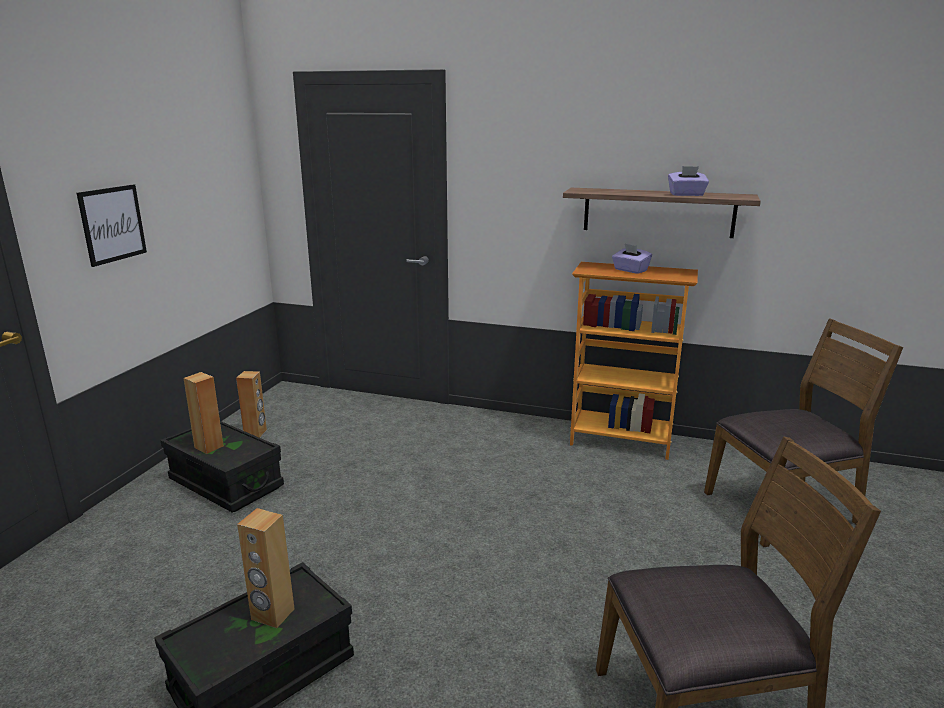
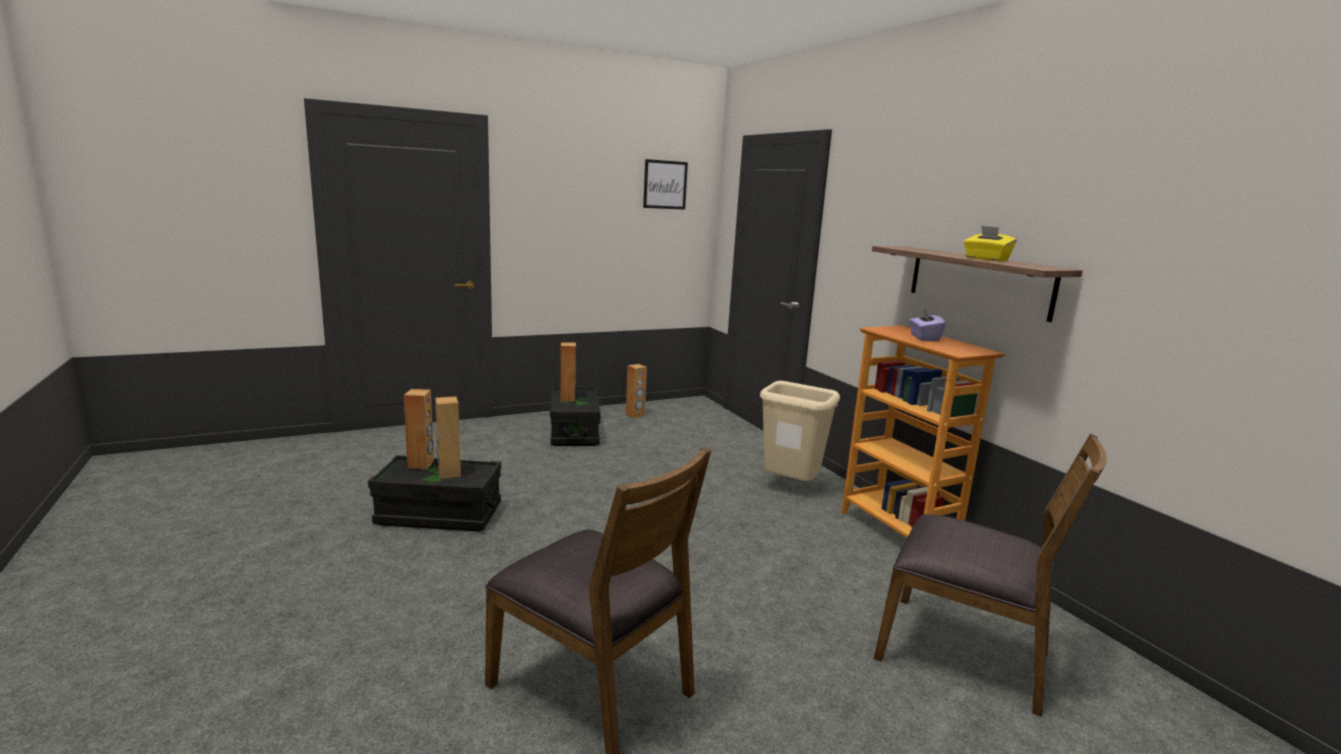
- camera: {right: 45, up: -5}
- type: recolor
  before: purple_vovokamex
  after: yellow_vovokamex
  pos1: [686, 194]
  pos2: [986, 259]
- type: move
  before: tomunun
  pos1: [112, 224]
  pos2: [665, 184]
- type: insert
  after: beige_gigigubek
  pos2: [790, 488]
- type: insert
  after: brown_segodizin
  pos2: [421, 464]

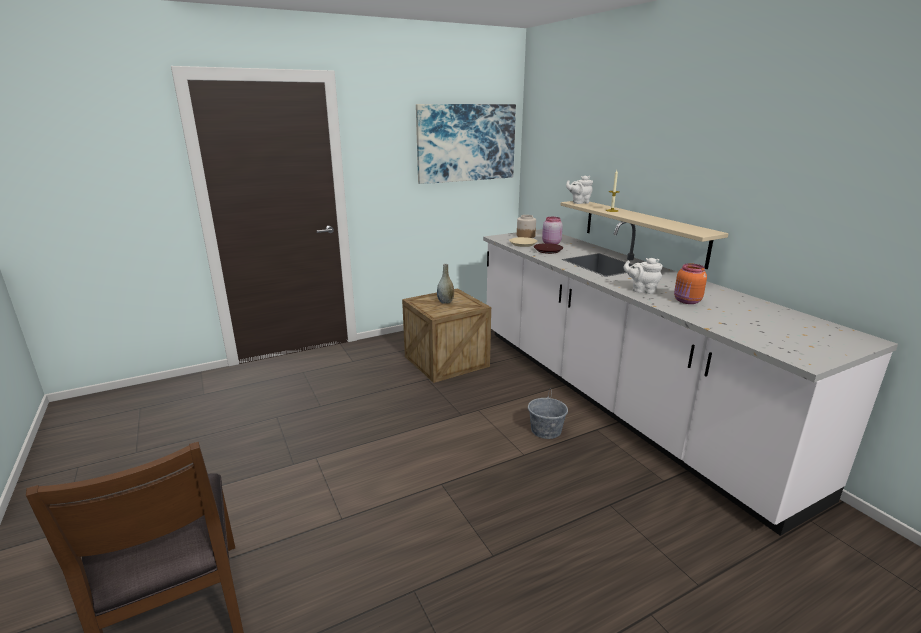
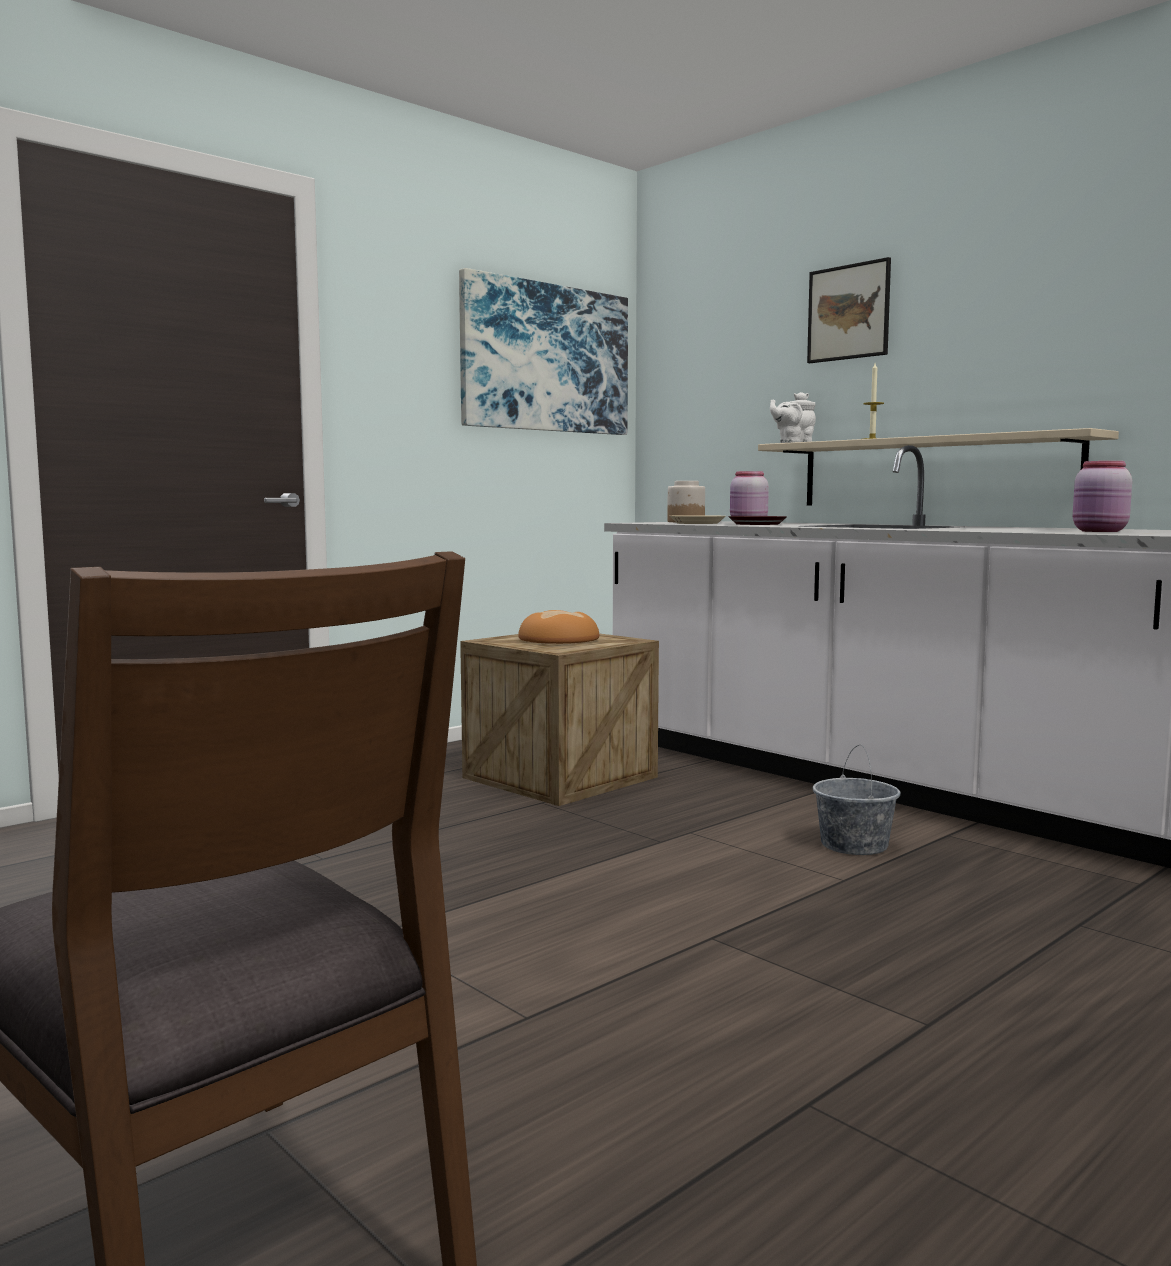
- camera: {right: -15, up: -15}
- type: delete
  before: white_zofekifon
  pos1: [642, 290]
- type: recolor
  before: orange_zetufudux
  after: pink_zetufudux
  pos1: [687, 301]
  pos2: [1100, 531]
- type: replace
  before: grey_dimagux
  after: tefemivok
  pos1: [445, 302]
  pos2: [558, 639]
- type: insert
  after: tomunun
  pos2: [848, 312]

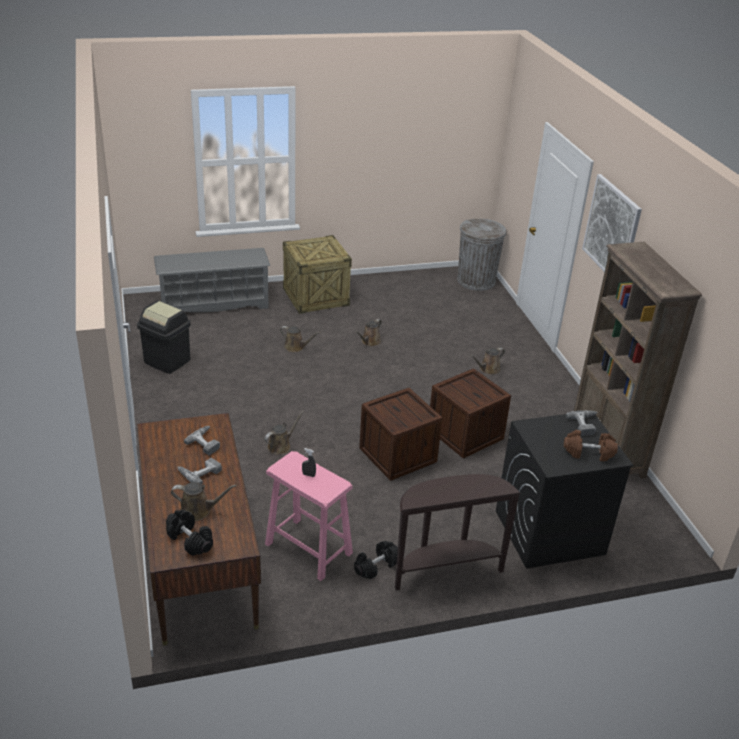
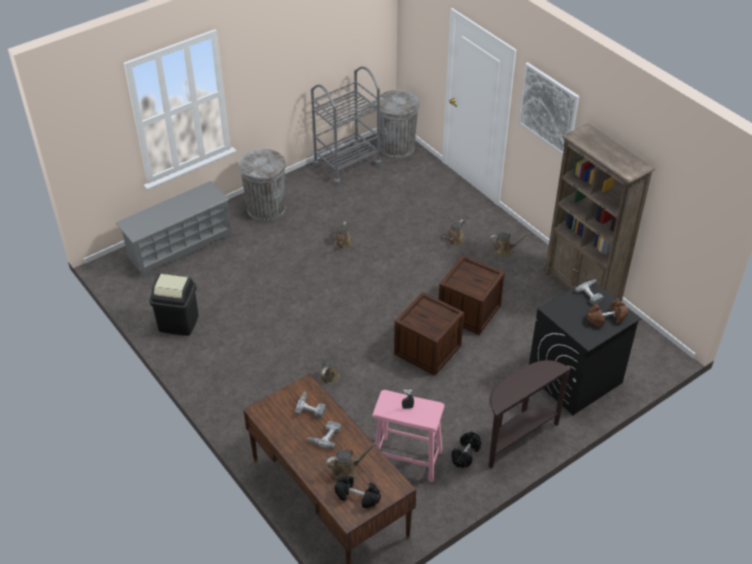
- camera: {right: -20, up: 10}
- type: replace
  before: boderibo
  after: grey_gigigubek
  pos1: [316, 296]
  pos2: [266, 209]
- type: move
  before: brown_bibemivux
  pos1: [296, 347]
  pos2: [504, 249]
- type: insert
  after: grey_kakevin
  pos2: [347, 164]

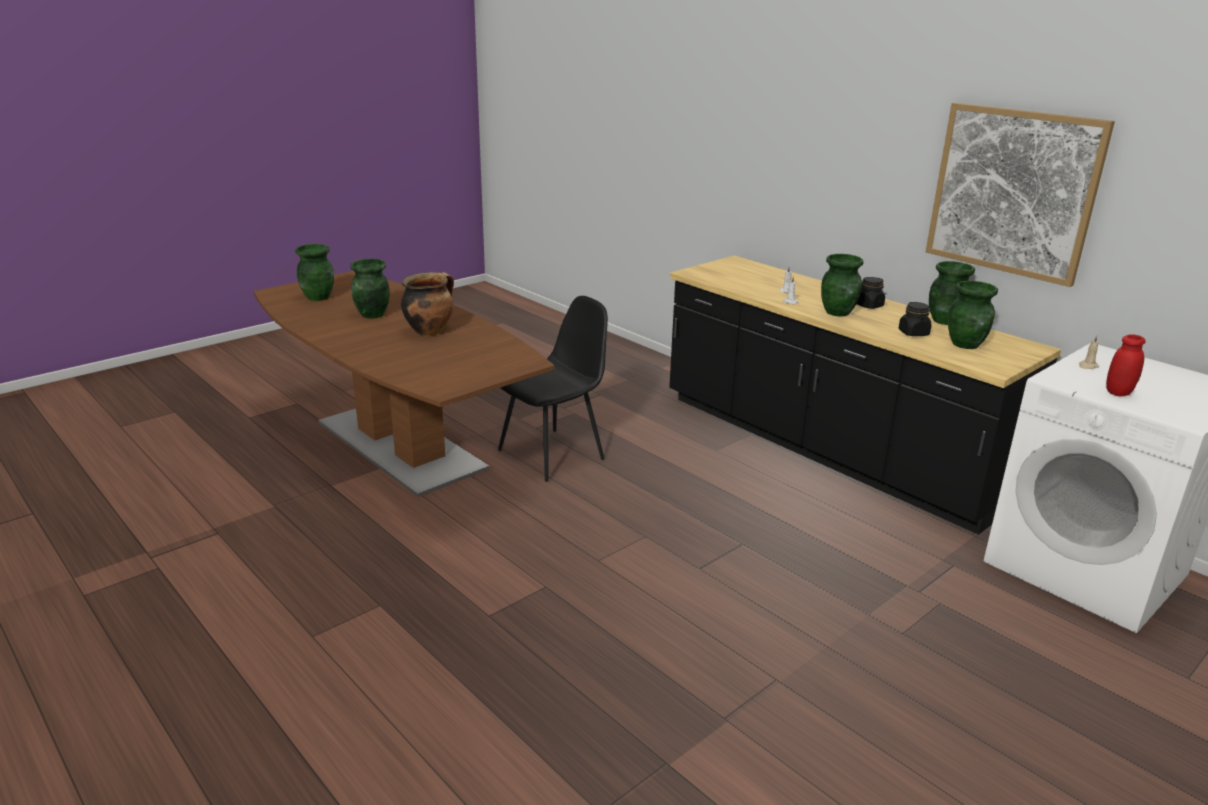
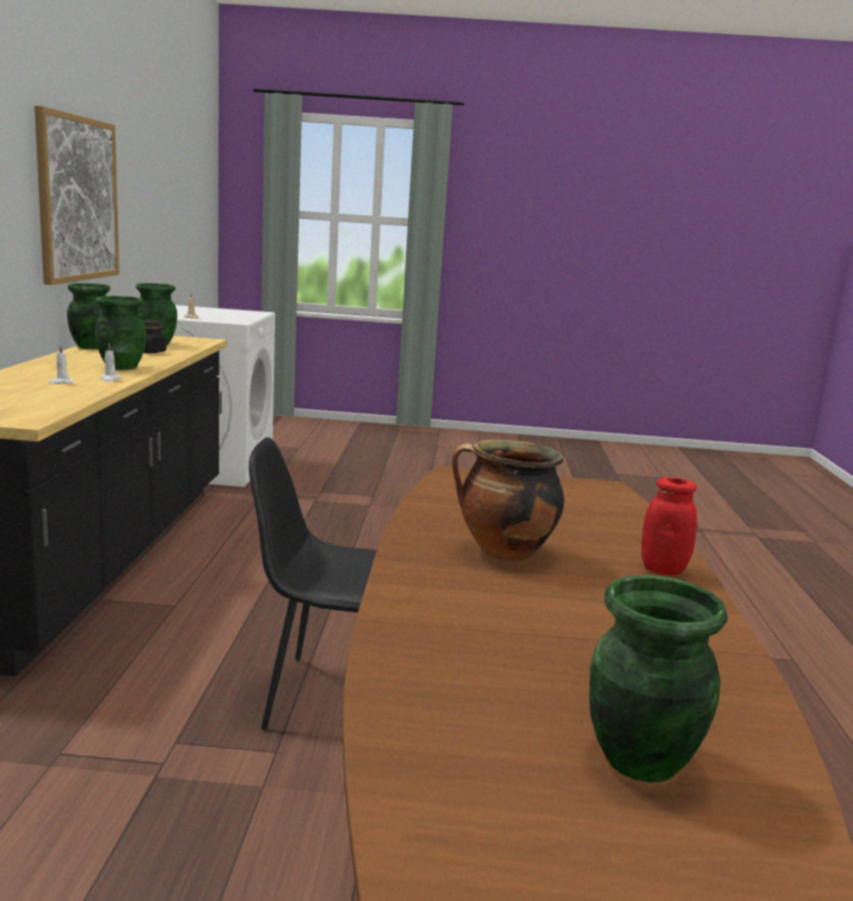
- camera: {right: -135, up: -10}
- type: delete
  before: green_dimagux
  pos1: [372, 315]
- type: delete
  before: black_zetufudux
  pos1: [868, 305]
- type: move
  before: red_zetufudux
  pos1: [1118, 392]
  pos2: [663, 569]

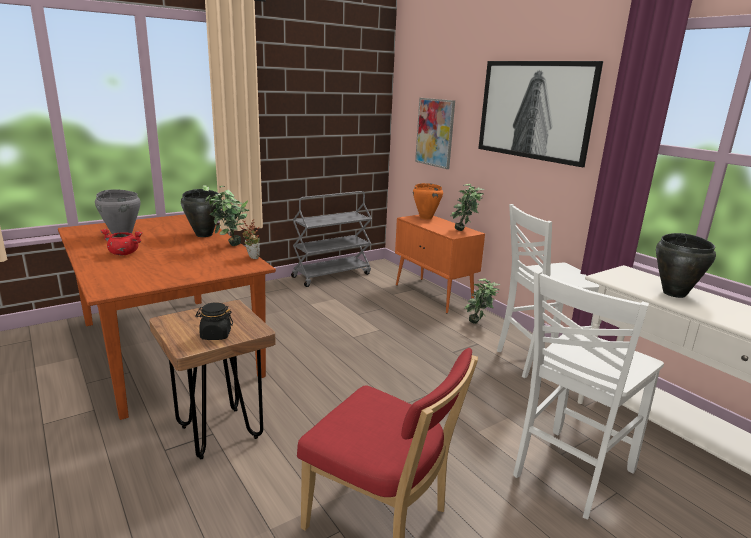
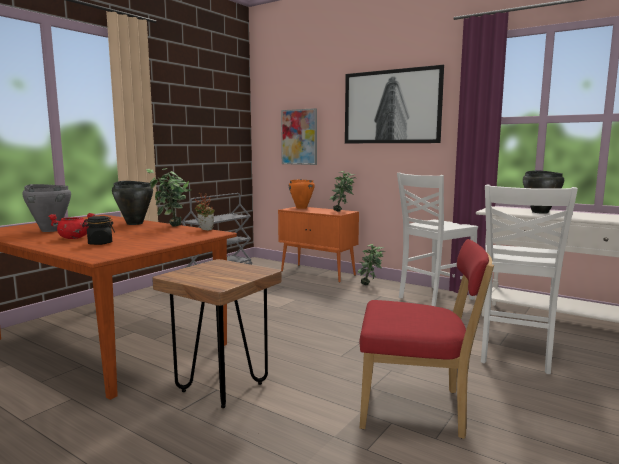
- camera: {right: -20, up: -10}
- type: move
  before: black_zetufudux
  pos1: [215, 335]
  pos2: [99, 243]

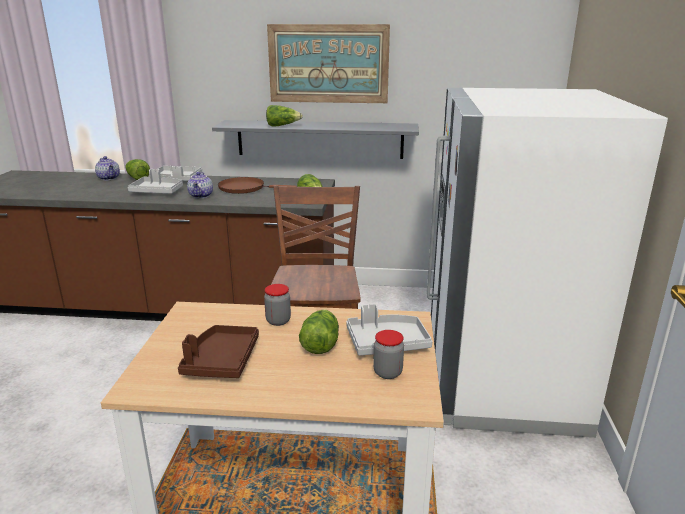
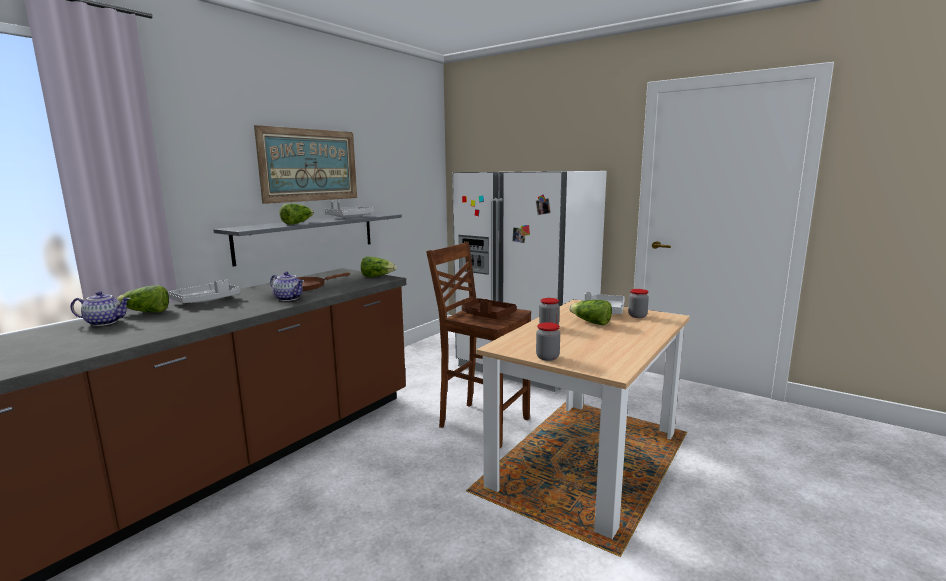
- camera: {right: -60, up: -10}
- type: move
  before: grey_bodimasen
  pos1: [157, 192]
  pos2: [349, 217]
- type: move
  before: brown_bodimasen
  pos1: [221, 361]
  pos2: [487, 316]
- type: insert
  after: zetufudux
  pos2: [547, 357]

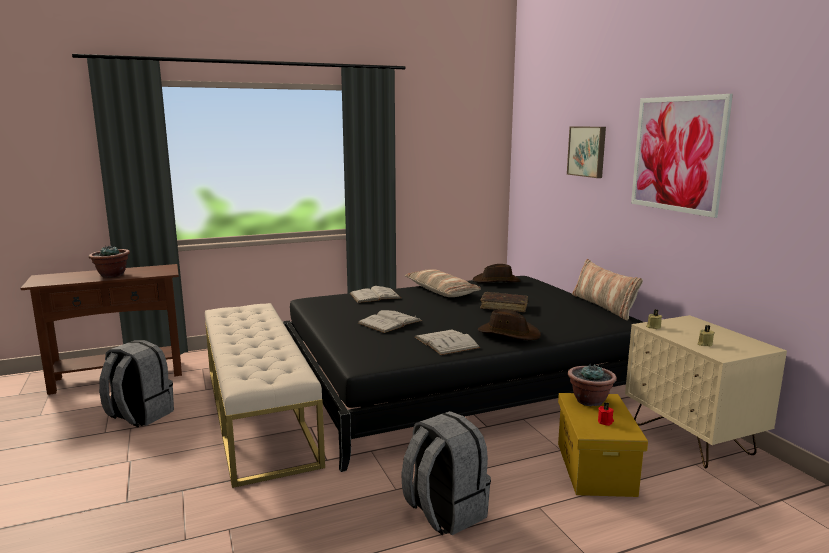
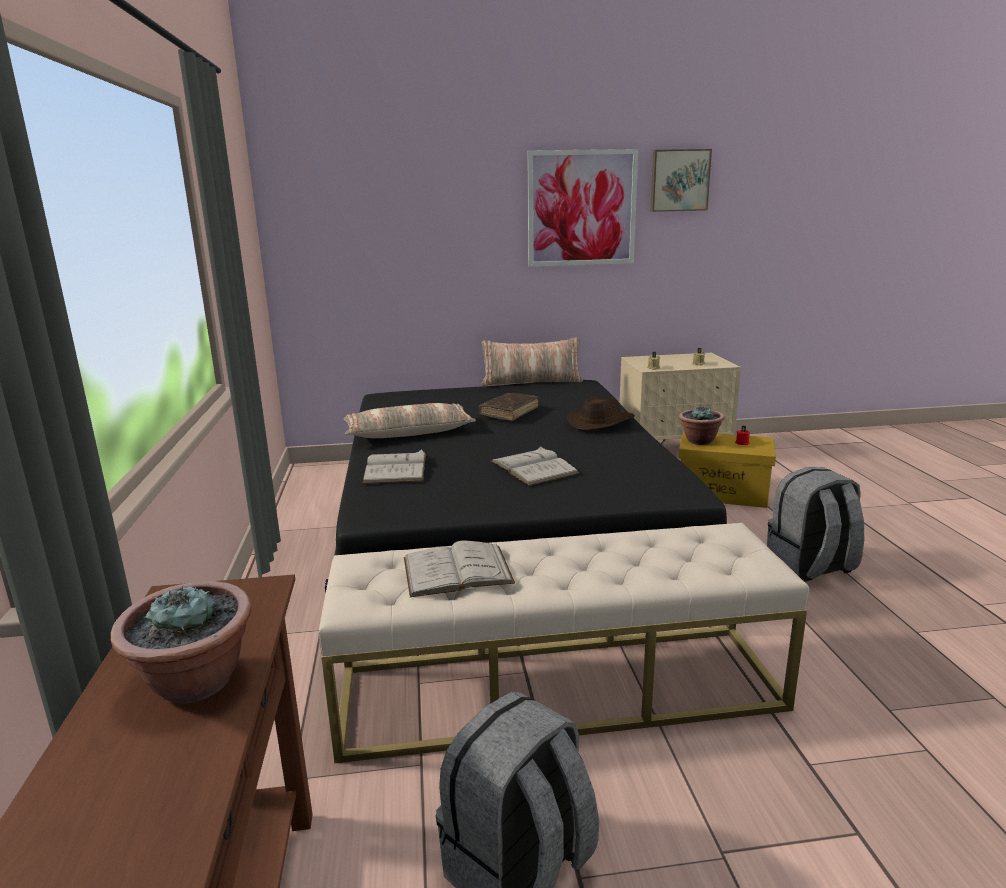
- camera: {right: -75, up: 5}
- type: move
  before: tomunun
  pos1: [587, 151]
  pos2: [679, 180]
- type: delete
  before: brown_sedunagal
  pos1: [496, 281]
- type: move
  before: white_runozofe
  pos1: [446, 342]
  pos2: [457, 570]

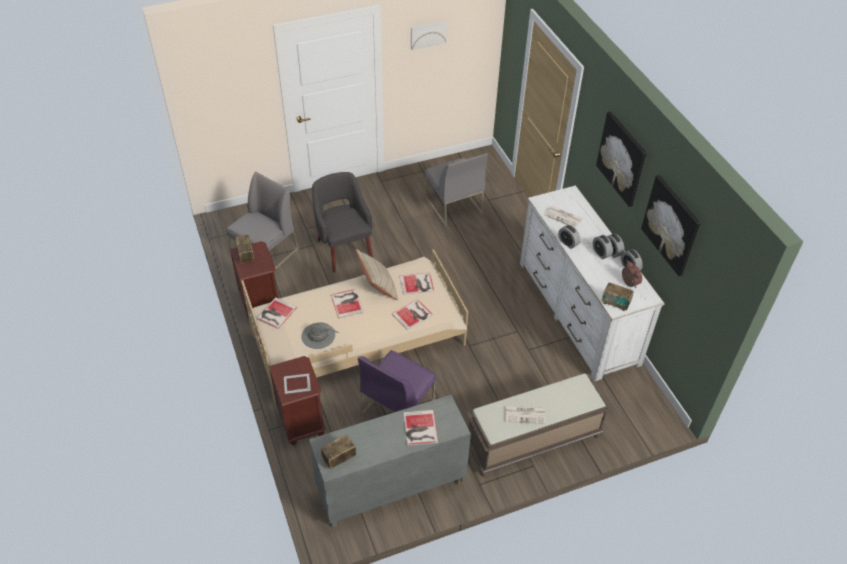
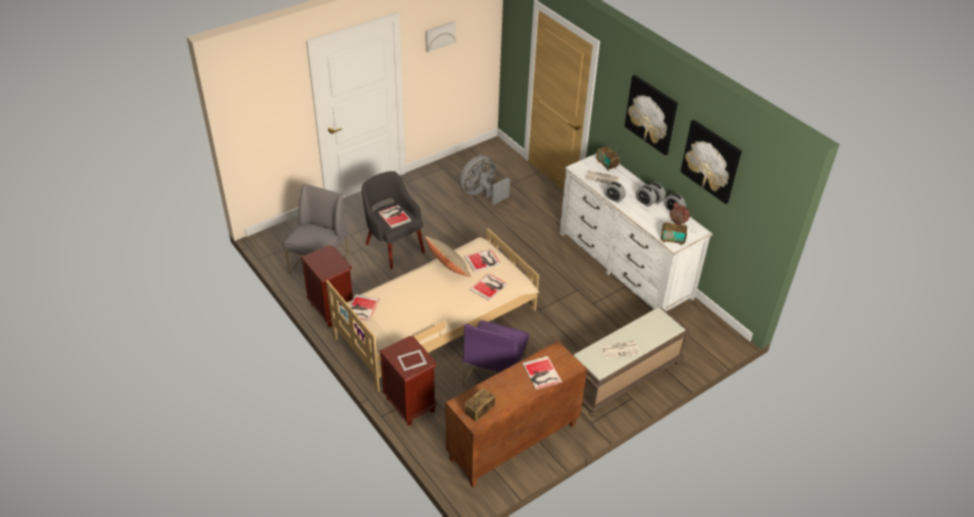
- camera: {right: -15, up: -5}
- type: replace
  before: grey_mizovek
  after: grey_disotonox
  pos1: [453, 206]
  pos2: [481, 194]
- type: move
  before: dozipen
  pos1: [246, 255]
  pos2: [606, 164]
- type: move
  before: runozofe
  pos1: [347, 303]
  pos2: [394, 216]
- type: delete
  before: grey_sedunagal
  pos1: [319, 335]
- type: recolor
  before: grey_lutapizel
  after: brown_lutapizel
  pos1: [390, 488]
  pos2: [513, 443]

